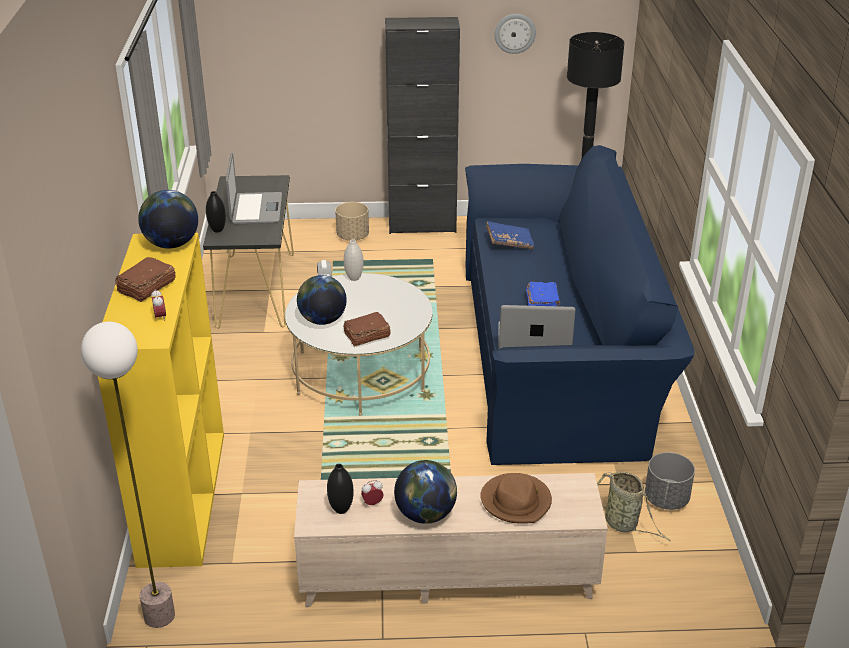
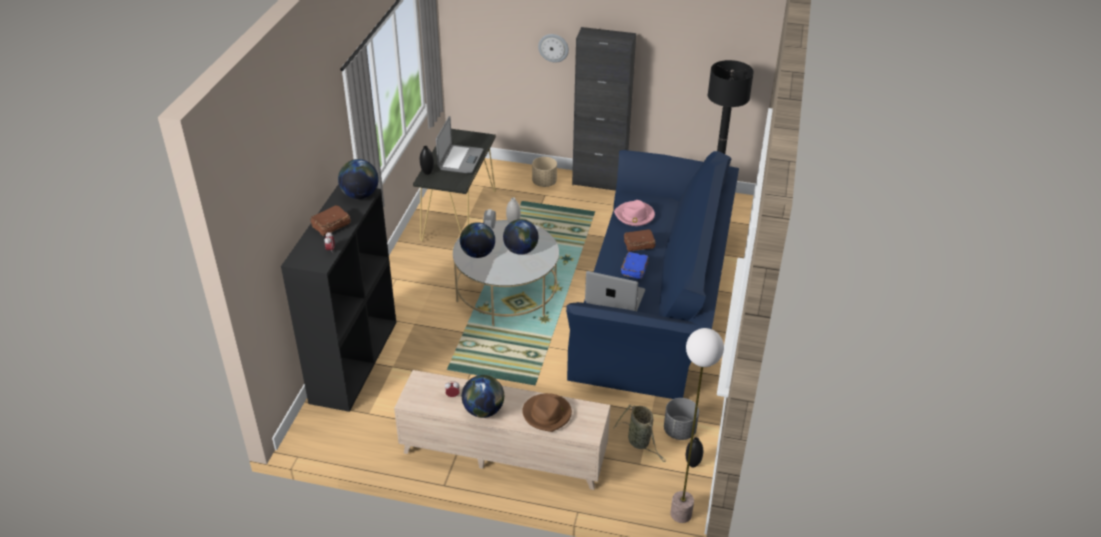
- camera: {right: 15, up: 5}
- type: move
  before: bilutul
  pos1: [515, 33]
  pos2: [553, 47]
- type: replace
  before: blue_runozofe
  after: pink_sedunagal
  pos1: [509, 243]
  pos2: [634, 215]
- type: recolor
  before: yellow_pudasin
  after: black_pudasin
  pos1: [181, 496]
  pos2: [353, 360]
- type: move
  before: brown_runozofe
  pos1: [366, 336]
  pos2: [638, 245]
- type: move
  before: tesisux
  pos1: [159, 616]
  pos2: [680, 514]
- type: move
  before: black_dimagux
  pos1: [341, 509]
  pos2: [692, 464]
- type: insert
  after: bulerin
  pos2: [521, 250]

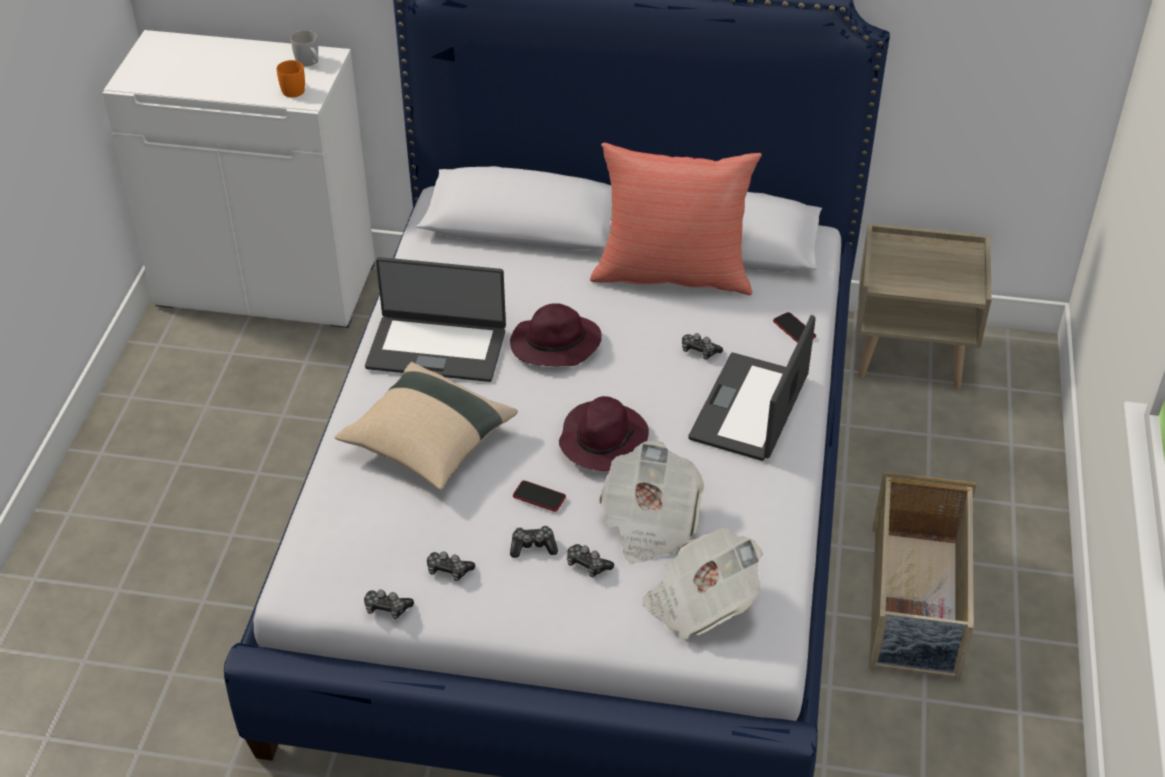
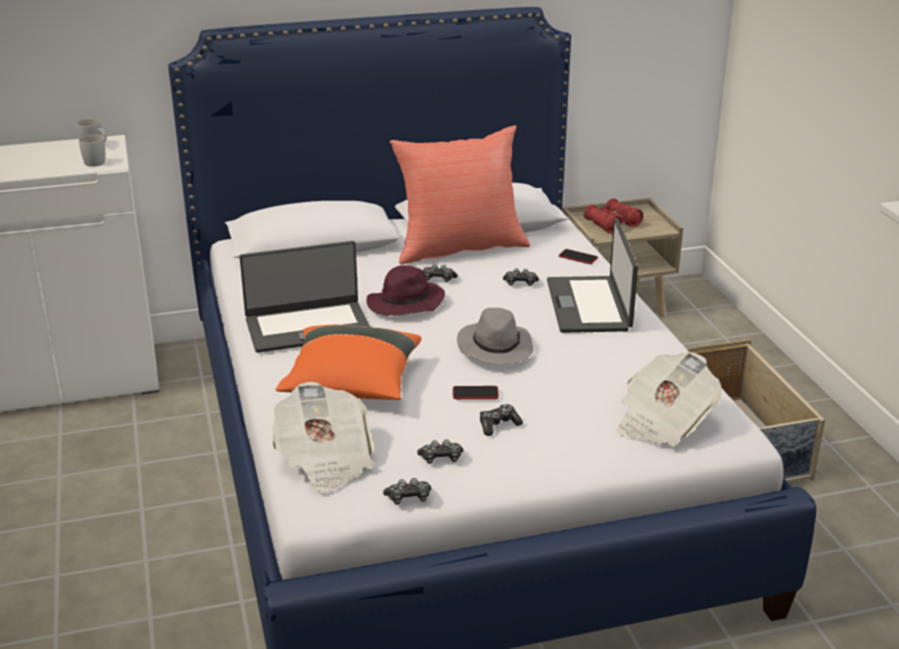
- camera: {right: -25, up: -15}
- type: recolor
  before: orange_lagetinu
  after: white_lagetinu
  pos1: [292, 88]
  pos2: [92, 161]
- type: recolor
  before: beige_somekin
  after: orange_somekin
  pos1: [428, 443]
  pos2: [351, 385]
- type: recolor
  before: purple_sedunagal
  after: grey_sedunagal
  pos1: [603, 439]
  pos2: [495, 348]
- type: move
  before: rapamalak
  pos1: [649, 523]
  pos2: [325, 460]
- type: move
  before: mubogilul
  pos1: [587, 565]
  pos2: [438, 279]
- type: insert
  after: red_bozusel
  pos2: [612, 224]

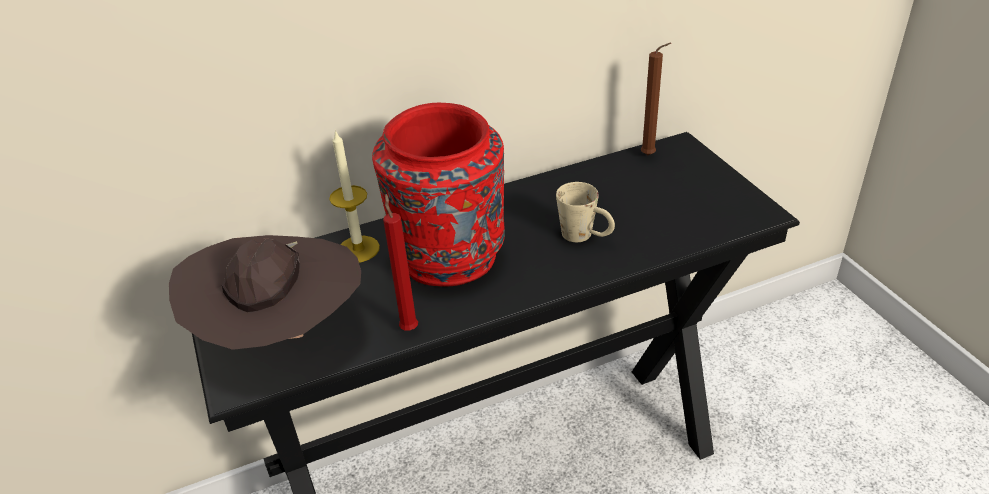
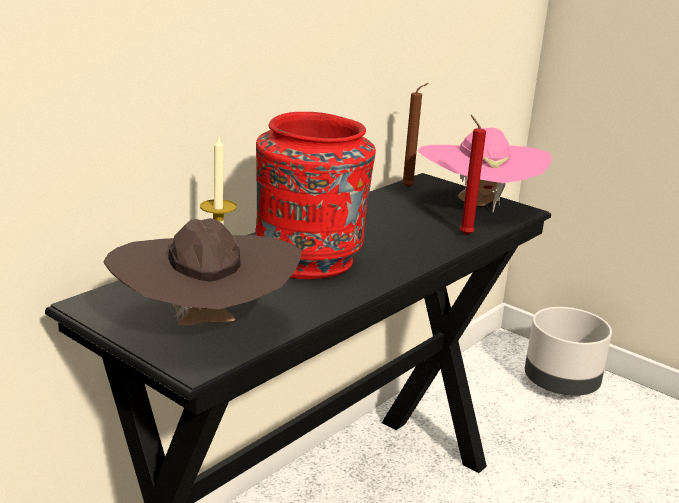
- camera: {right: -30, up: -15}
- type: delete
  before: beige_lagetinu
  pos1: [585, 236]
- type: move
  before: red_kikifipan
  pos1: [409, 327]
  pos2: [464, 234]
- type: insert
  after: pink_sedunagal
  pos2: [478, 206]
- type: insert
  after: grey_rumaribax
  pos2: [560, 385]

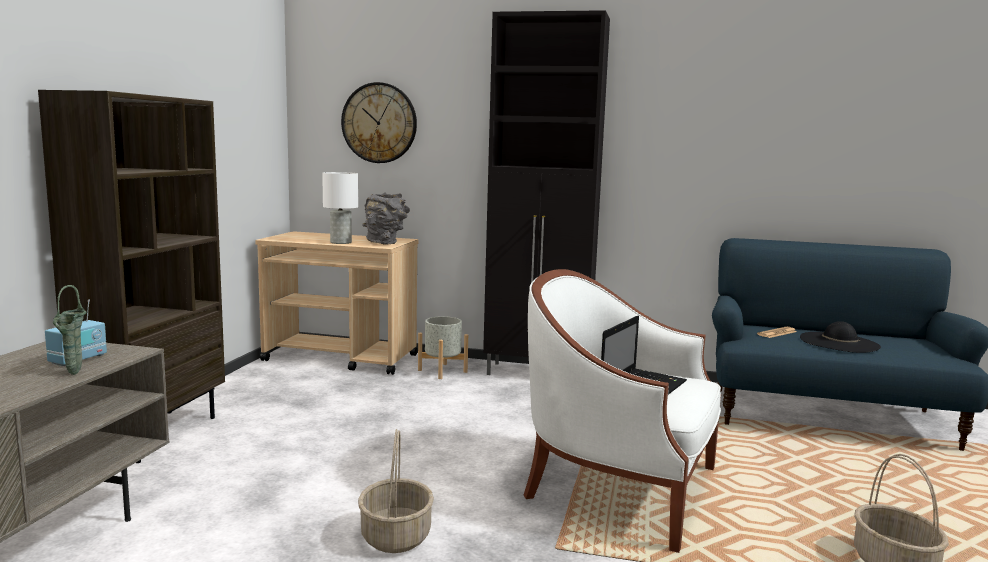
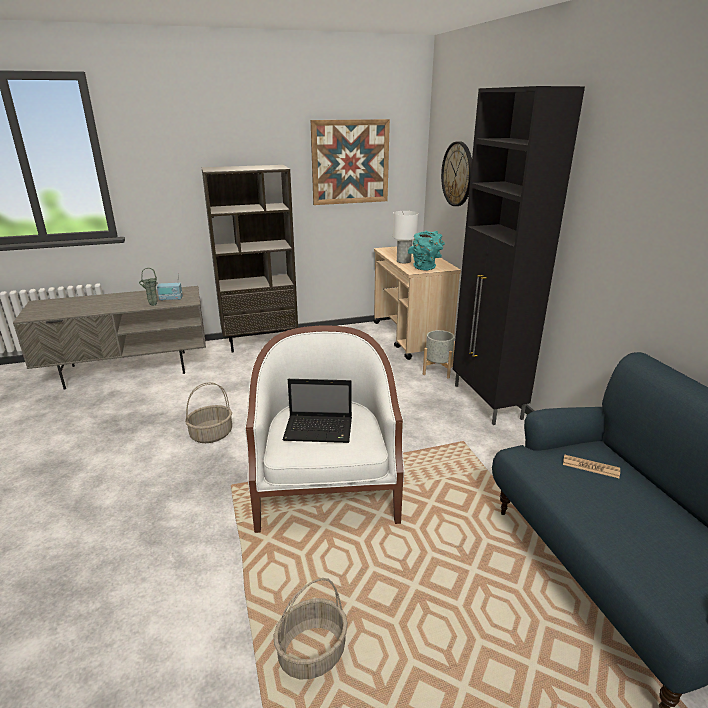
- camera: {right: 60, up: 15}
- type: recolor
  before: grey_dimagux
  after: turquoise_dimagux
  pos1: [386, 243]
  pos2: [426, 268]
- type: delete
  before: black_sedunagal
  pos1: [839, 342]
- type: insert
  after: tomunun
  pos2: [350, 162]

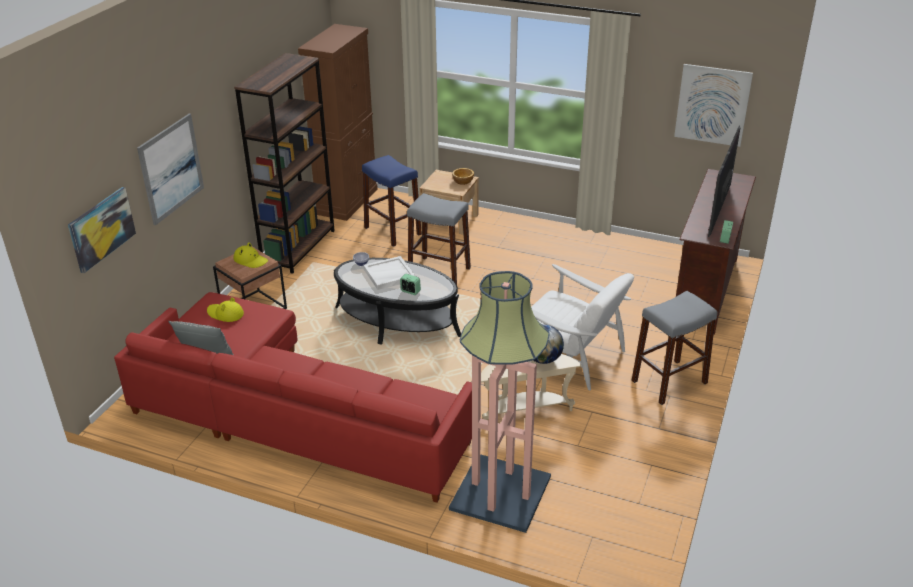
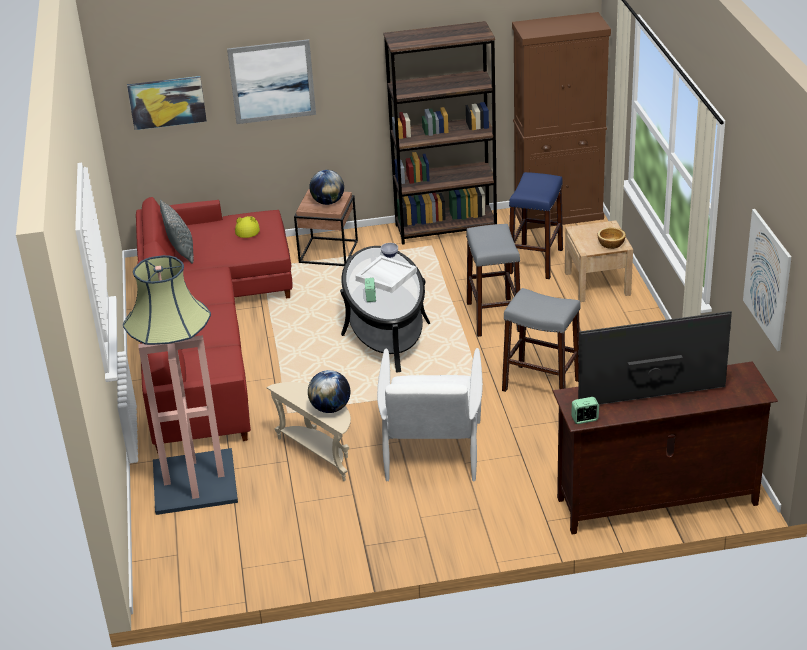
- camera: {right: 60, up: 0}
- type: replace
  before: yellow_sedunagal
  after: bulerin
  pos1: [251, 260]
  pos2: [328, 202]
- type: move
  before: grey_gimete
  pos1: [669, 382]
  pos2: [541, 385]

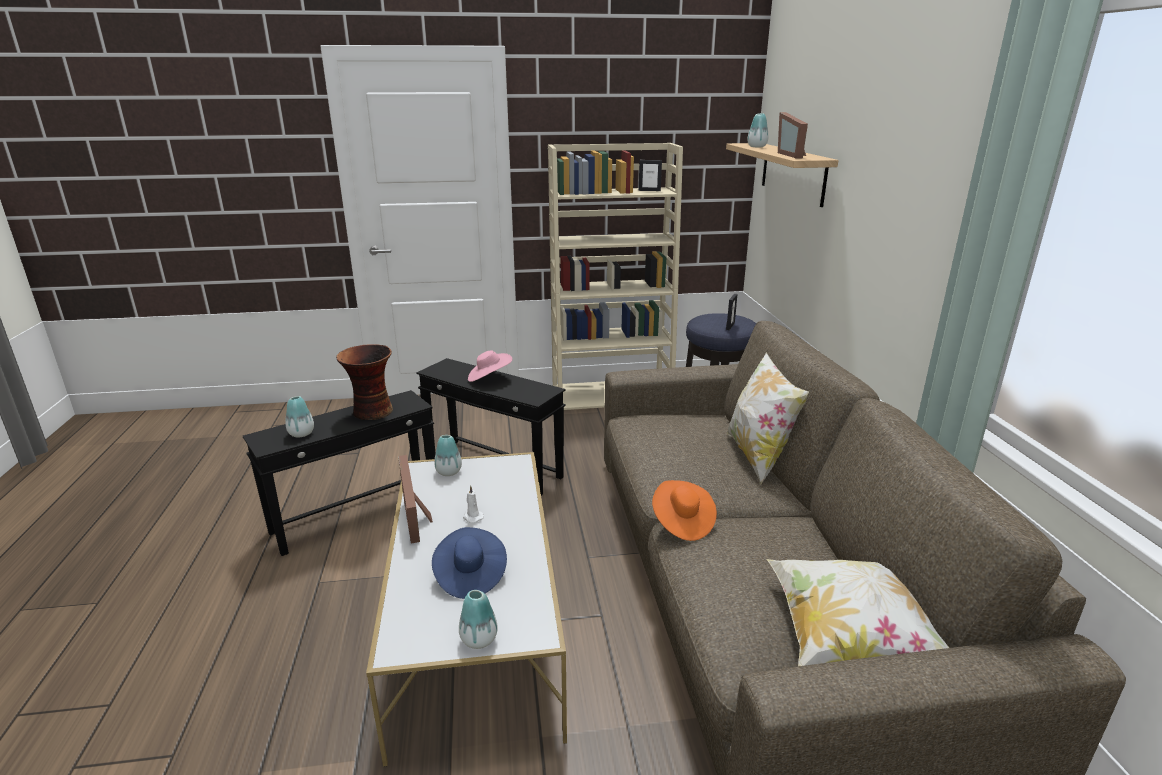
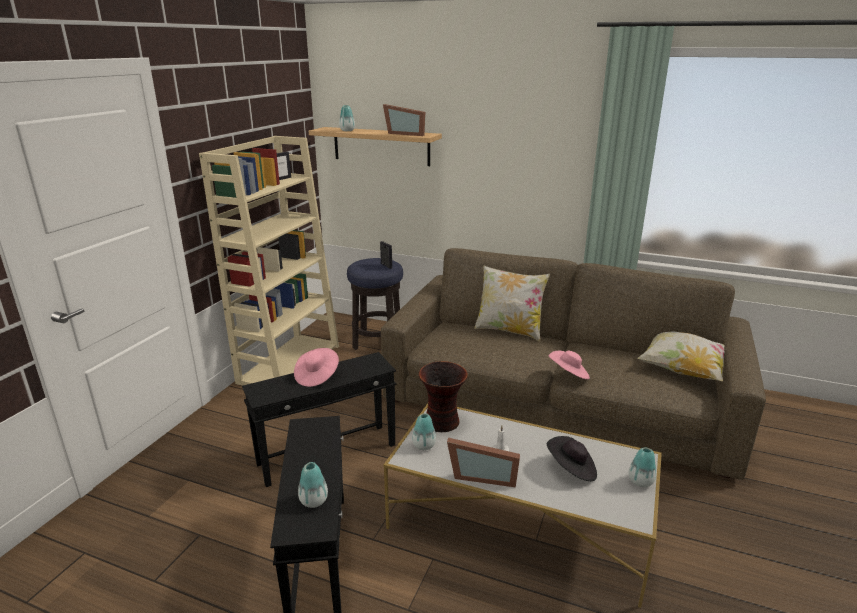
- camera: {right: -60, up: 0}
- type: move
  before: dimagux
  pos1: [372, 412]
  pos2: [442, 422]
- type: recolor
  before: orange_sedunagal
  after: pink_sedunagal
  pos1: [682, 522]
  pos2: [569, 374]
- type: recolor
  before: blue_sedunagal
  after: black_sedunagal
  pos1: [470, 576]
  pos2: [571, 469]

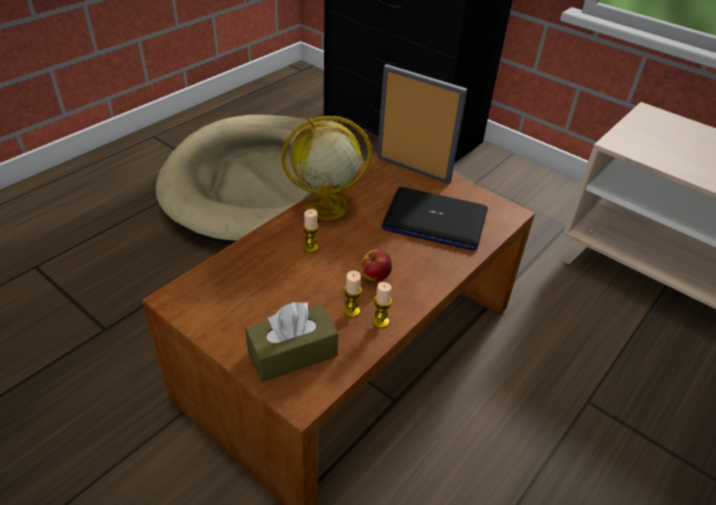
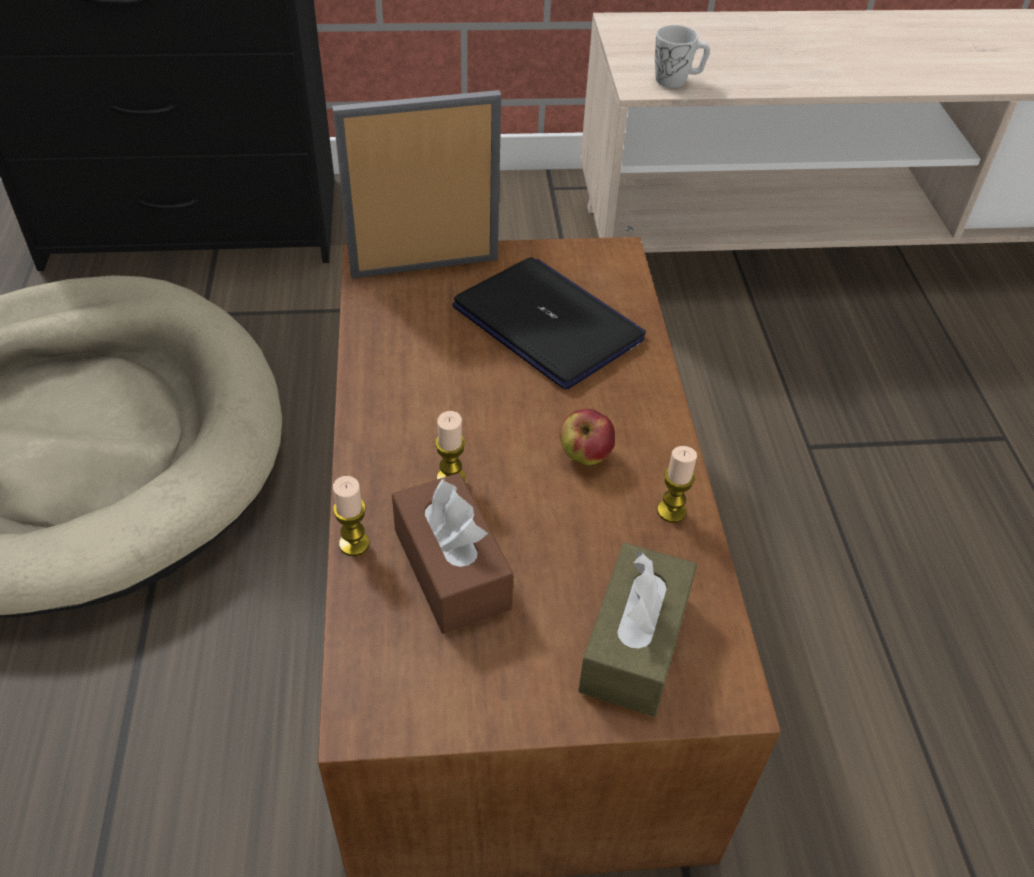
- camera: {right: -45, up: 5}
- type: delete
  before: bulerin
  pos1: [325, 207]
- type: rotate
  before: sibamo
  pos1: [434, 220]
  pos2: [548, 324]
  turn: -105
- type: move
  before: kikifipan
  pos1: [351, 311]
  pos2: [354, 544]
- type: insert
  after: white_lagetinu
  pos2: [677, 80]
- type: insert
  after: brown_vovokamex
  pos2: [451, 569]

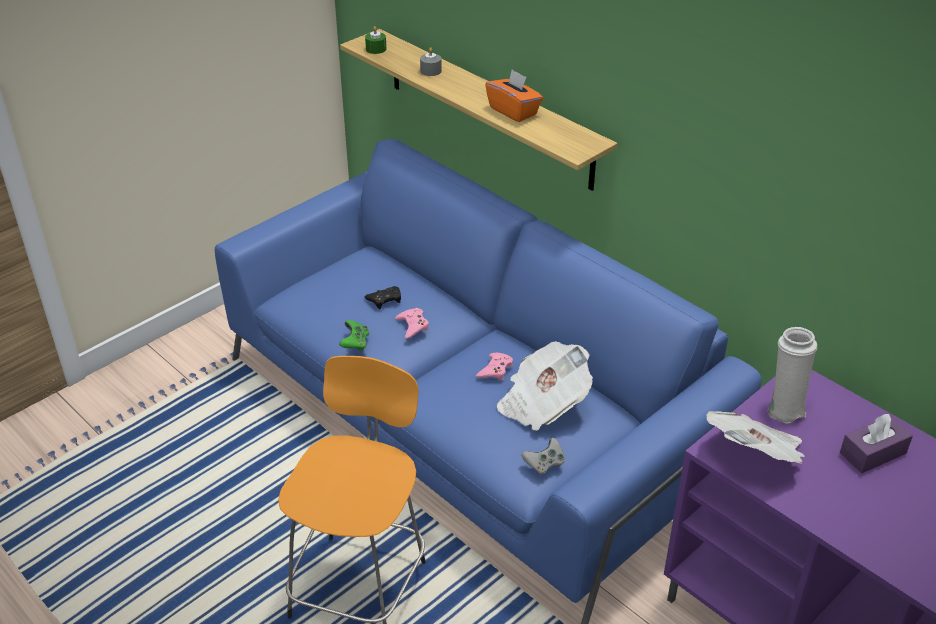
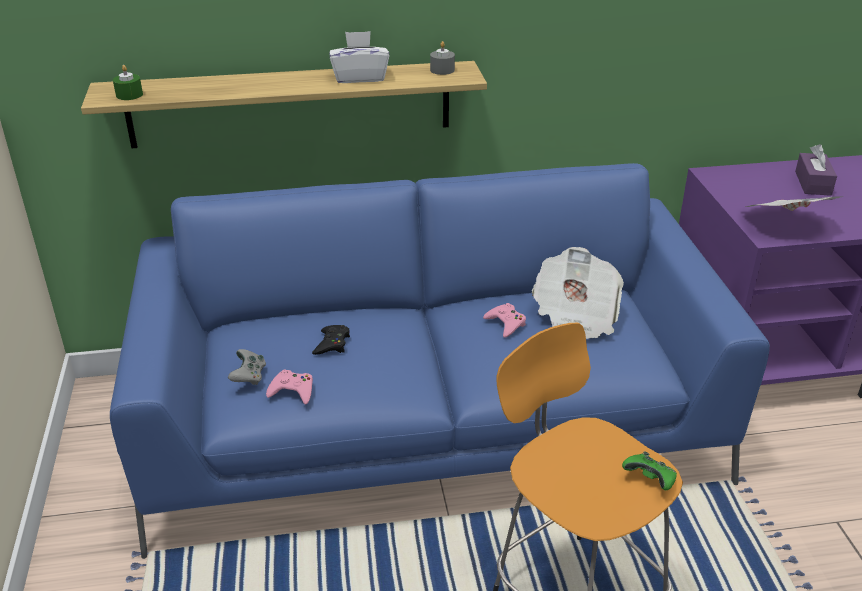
- camera: {right: -55, up: -5}
- type: move
  before: grey_kikifipan
  pos1: [431, 71]
  pos2: [442, 70]
- type: recolor
  before: orange_vovokamex
  after: white_vovokamex
  pos1: [513, 111]
  pos2: [359, 77]
- type: move
  before: pink_mubogilul
  pos1: [412, 326]
  pos2: [292, 391]
- type: move
  before: green_mubogilul
  pos1: [355, 343]
  pos2: [650, 480]
- type: delete
  before: white_dimagux
  pos1: [784, 409]
- type: move
  before: grey_mubogilul
  pos1: [544, 464]
  pos2: [249, 377]

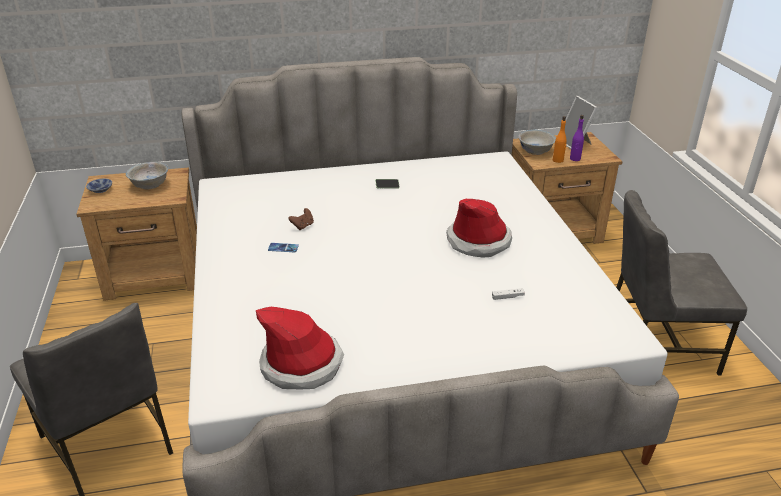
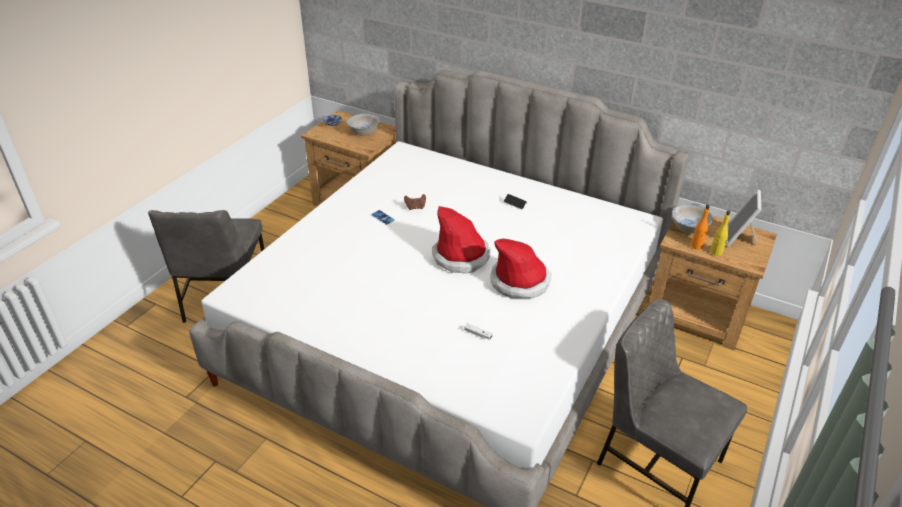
- camera: {right: 40, up: 5}
- type: recolor
  before: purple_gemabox
  after: yellow_gemabox
  pos1: [575, 159]
  pos2: [716, 252]
- type: move
  before: sedunagal
  pos1: [302, 364]
  pos2: [461, 257]

